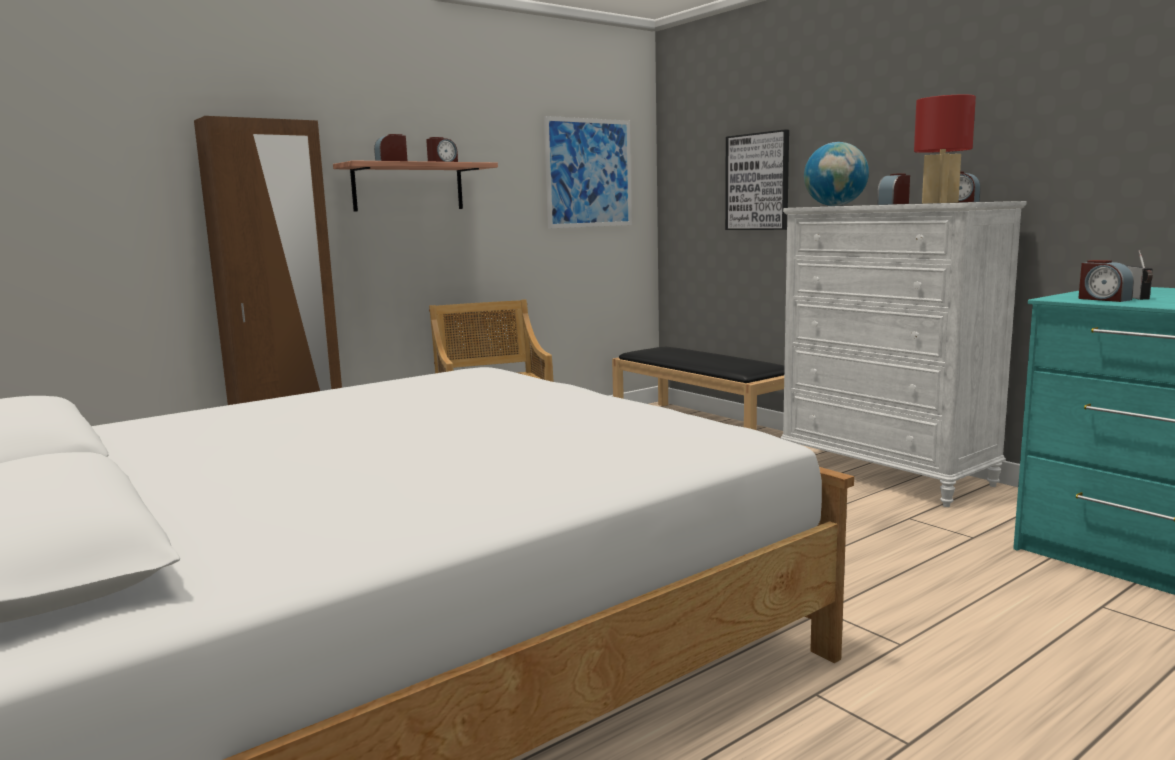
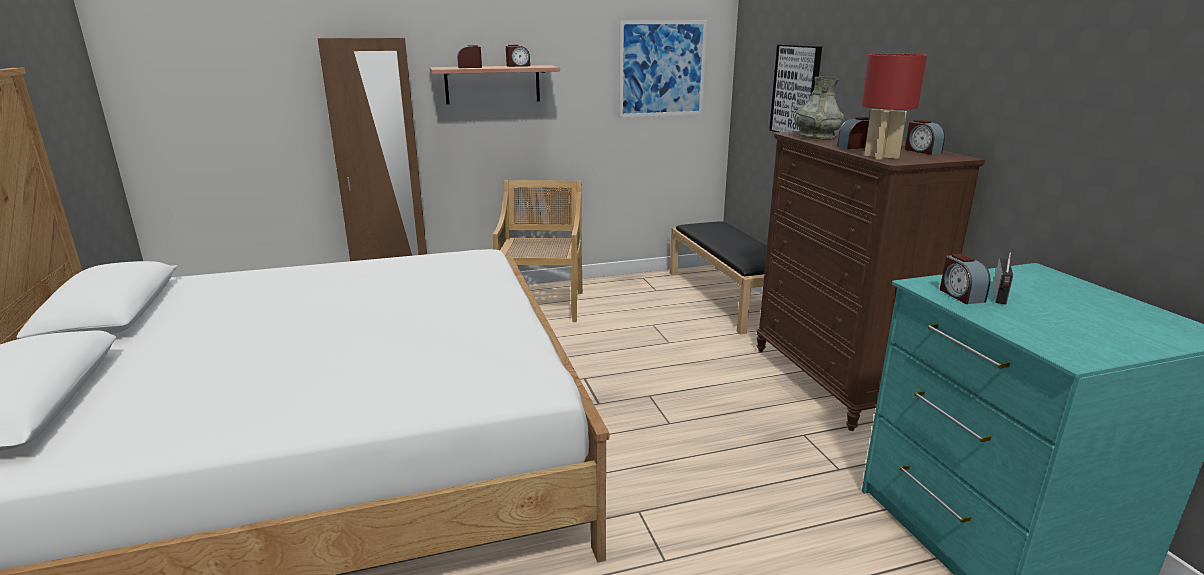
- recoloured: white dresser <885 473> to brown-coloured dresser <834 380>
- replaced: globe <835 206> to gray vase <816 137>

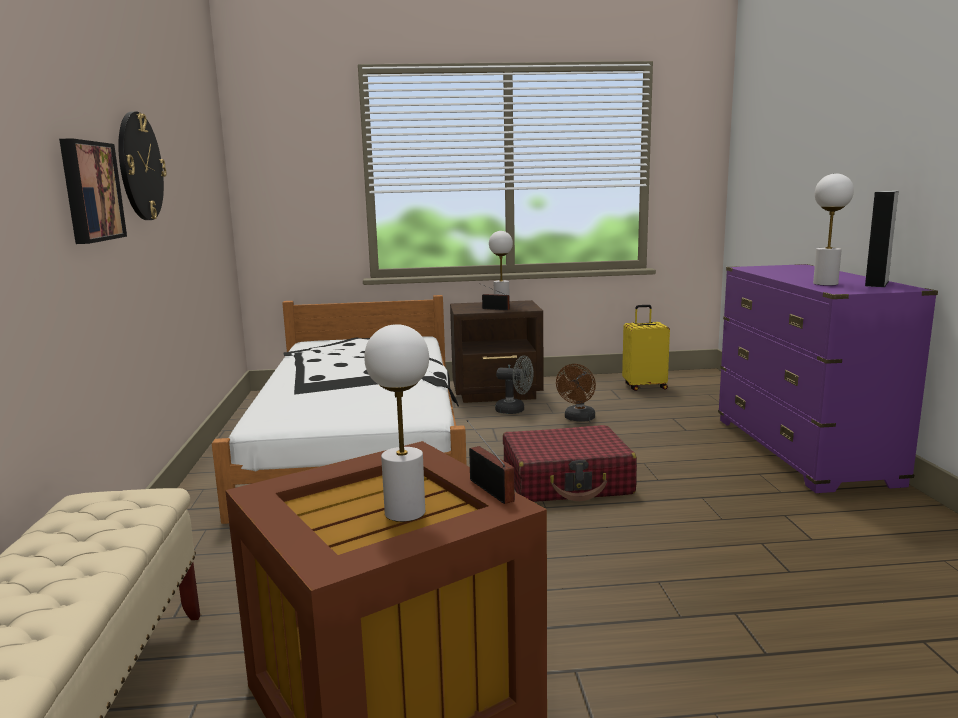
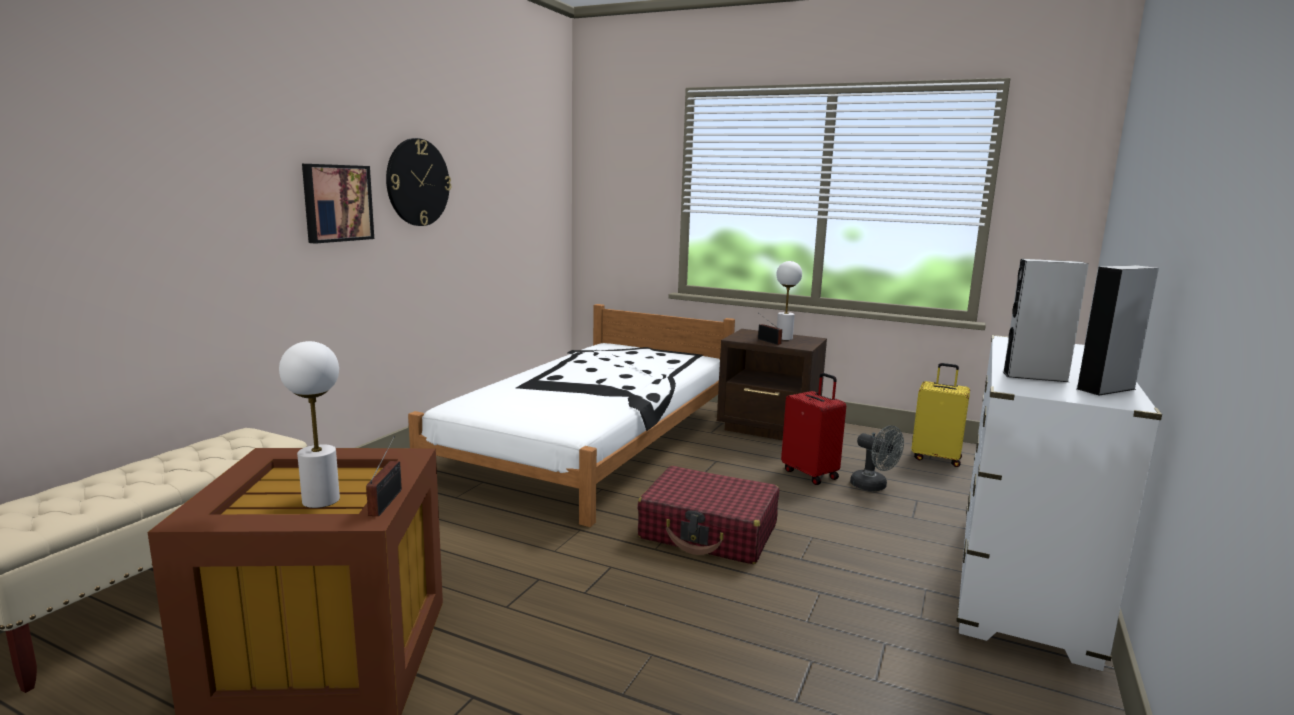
- replaced: brown-coloured fan <578 419> to reddish suitcase <811 474>
- moved: gray fan <515 410> to <873 487>
- recoloured: purple-coloured dresser <802 451> to white dresser <1022 582>
- replaced: white lamp for a table <826 283> to gray loudspeaker <1035 376>

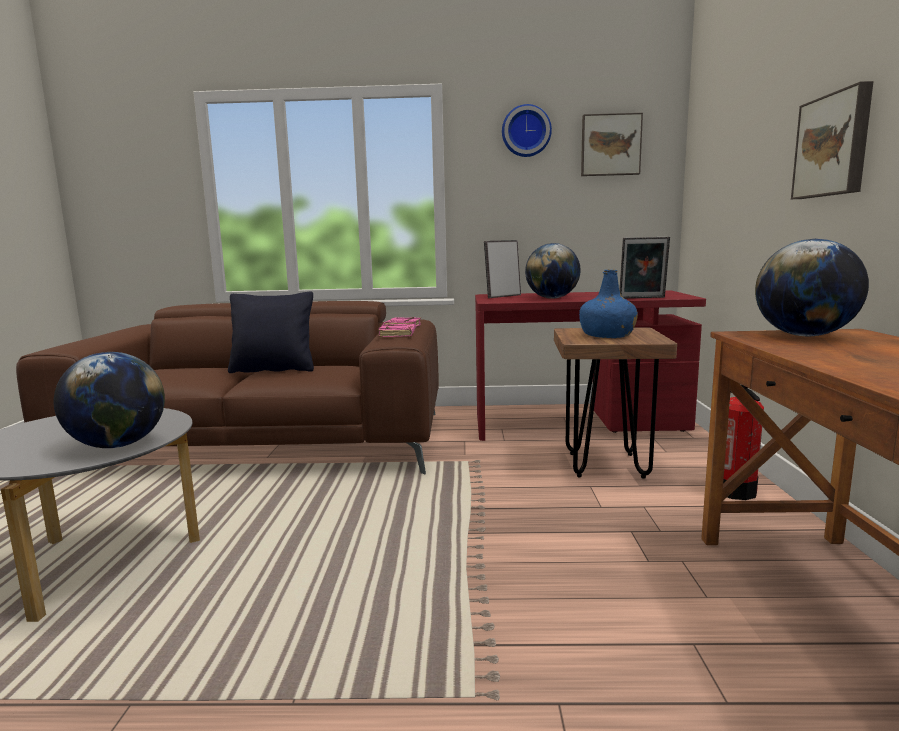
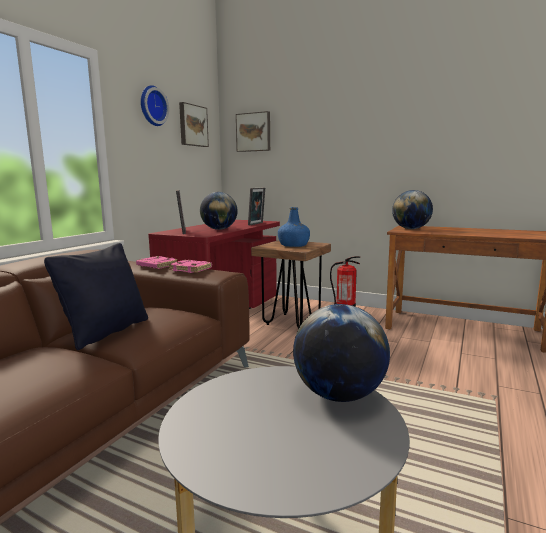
- moved: wall art <834 145> to <254 132>

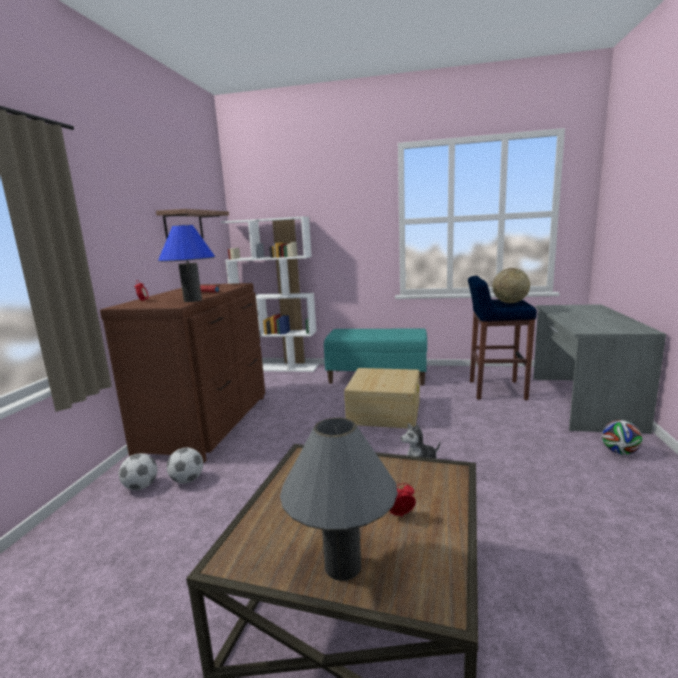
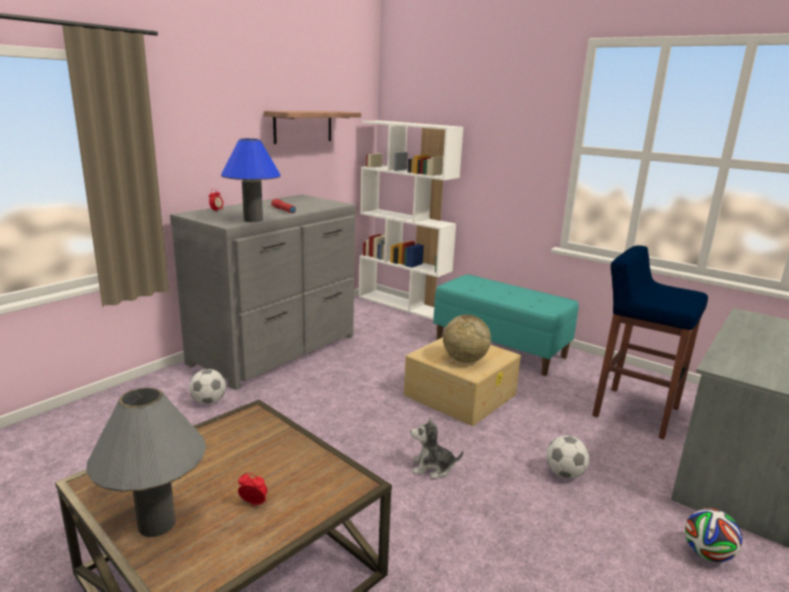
- recoloured: brown-coloured dresser <209 423> to gray dresser <277 350>
- moved: globe <510 302> to <464 360>
- moved: ball for football <141 487> to <564 474>

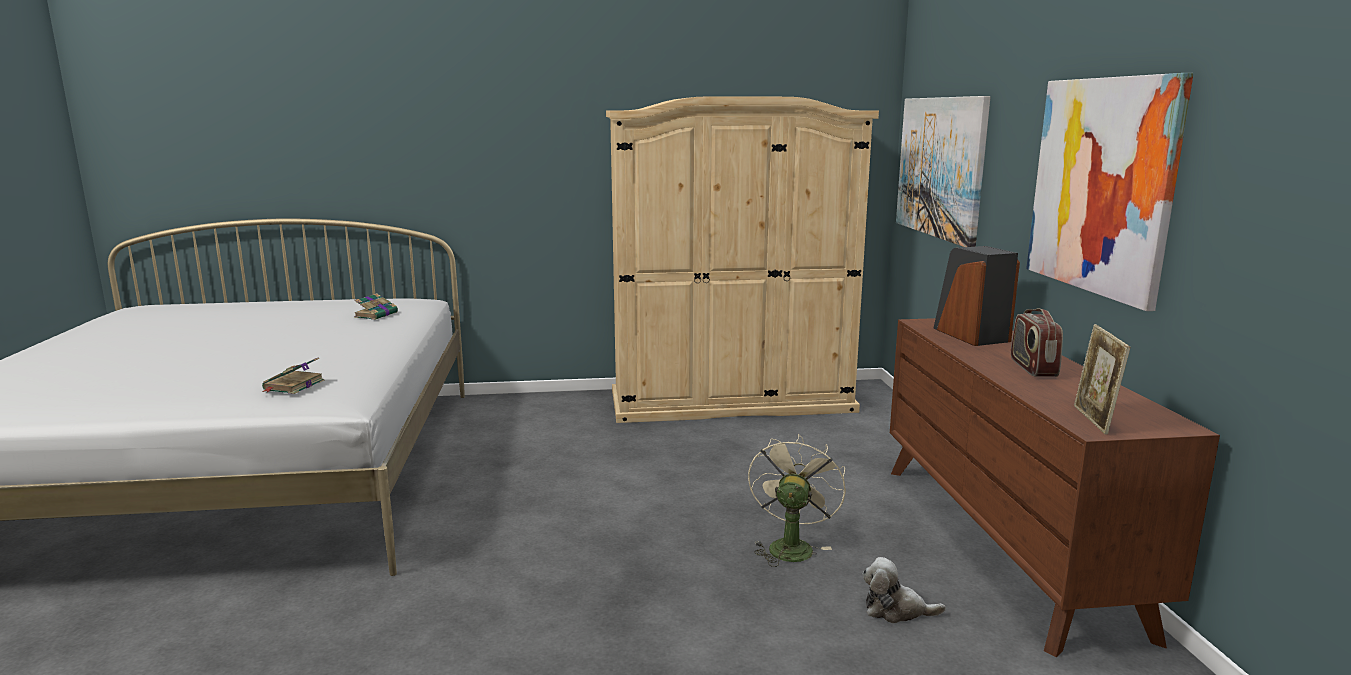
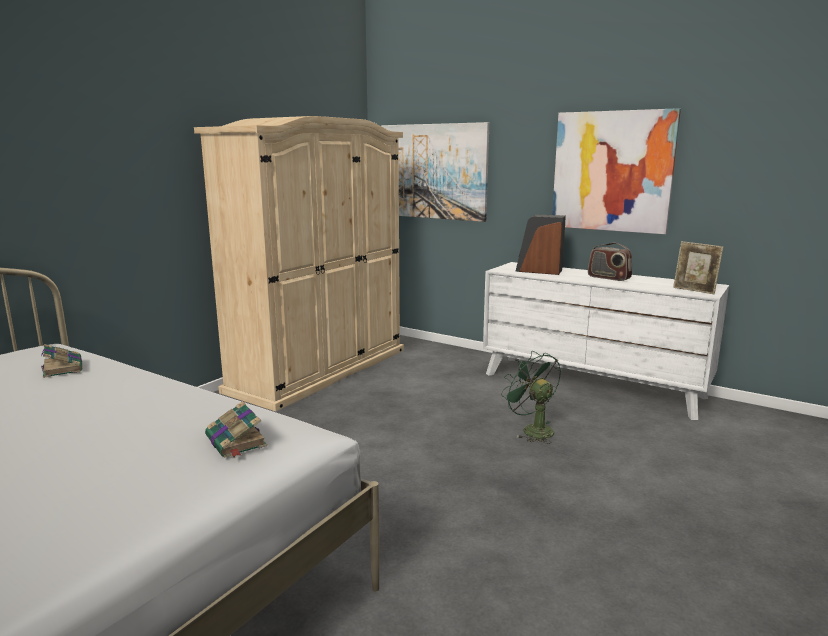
- recoloured: brown-coloured dresser <1003 543> to white dresser <592 385>
- recoloured: beige-coloured fan <790 546> to greenish fan <532 430>
- removed: cuddly toy <896 610>

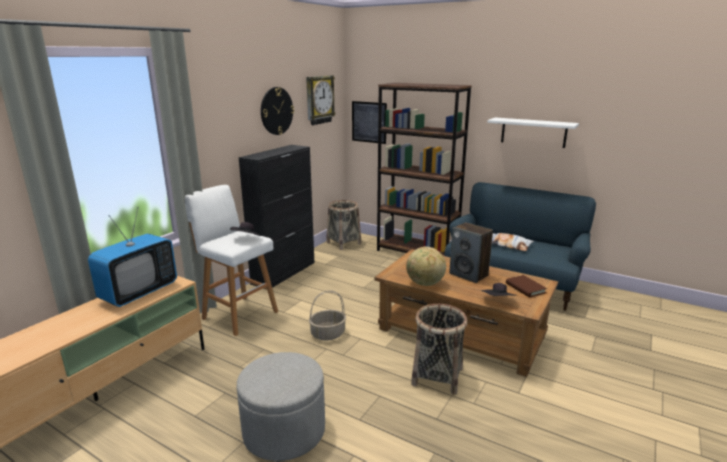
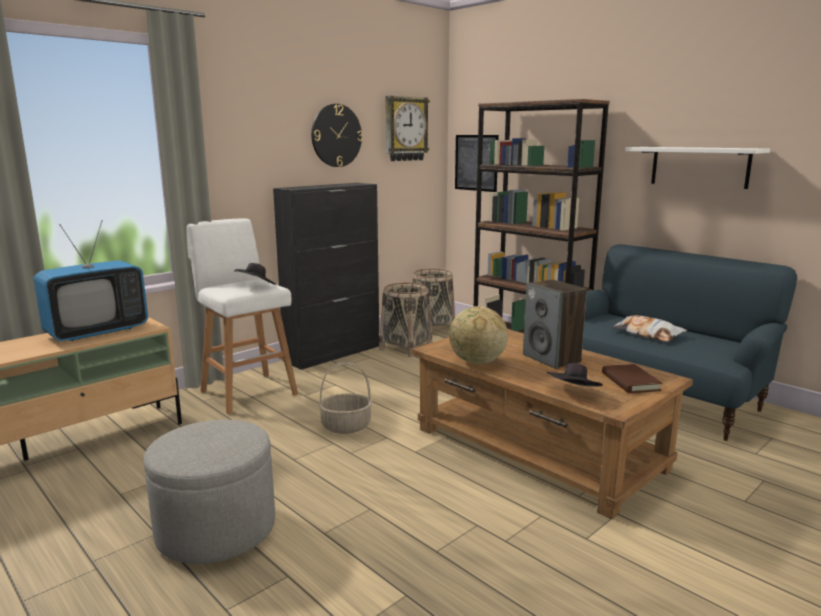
- moved: basket <437 376> to <406 348>

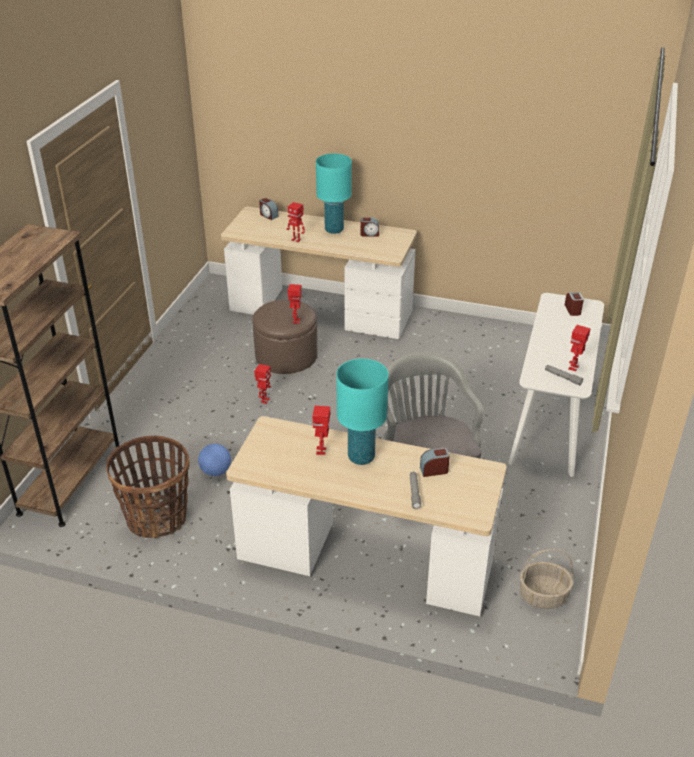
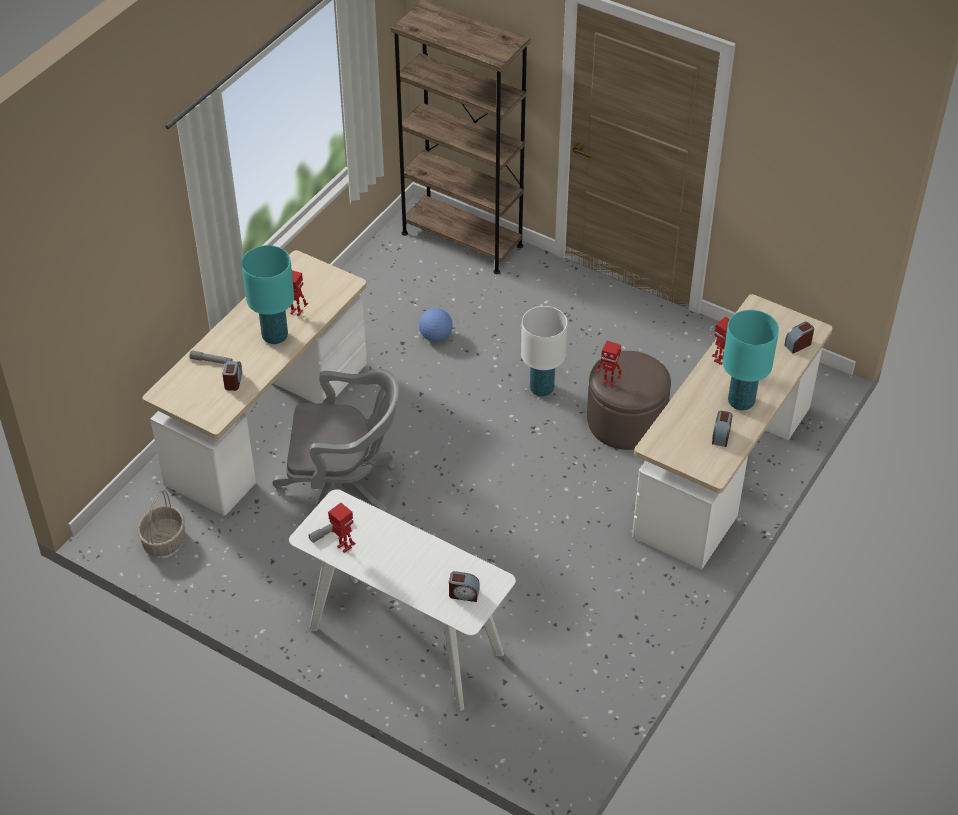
- replaced: robot figure <264 400> to white lamp for a table <542 389>
- removed: basket <157 518>

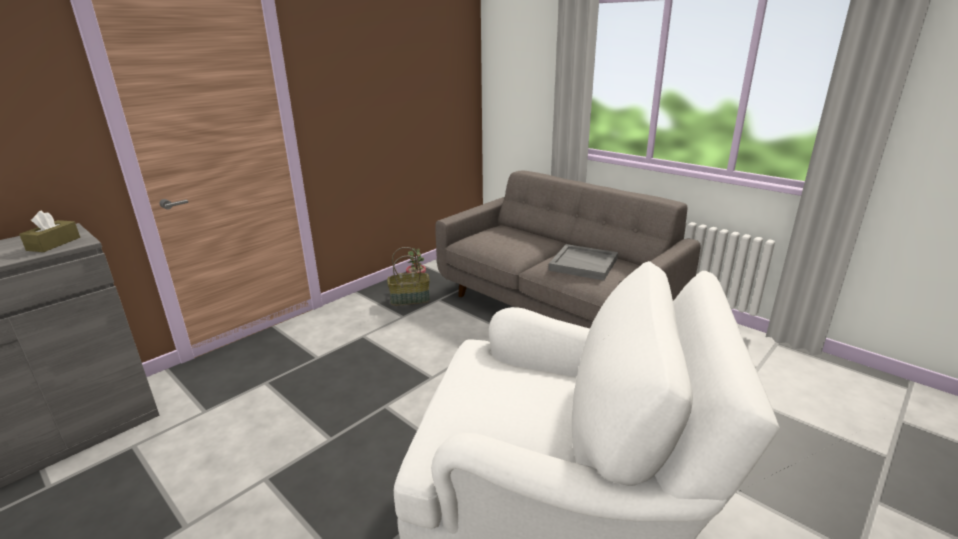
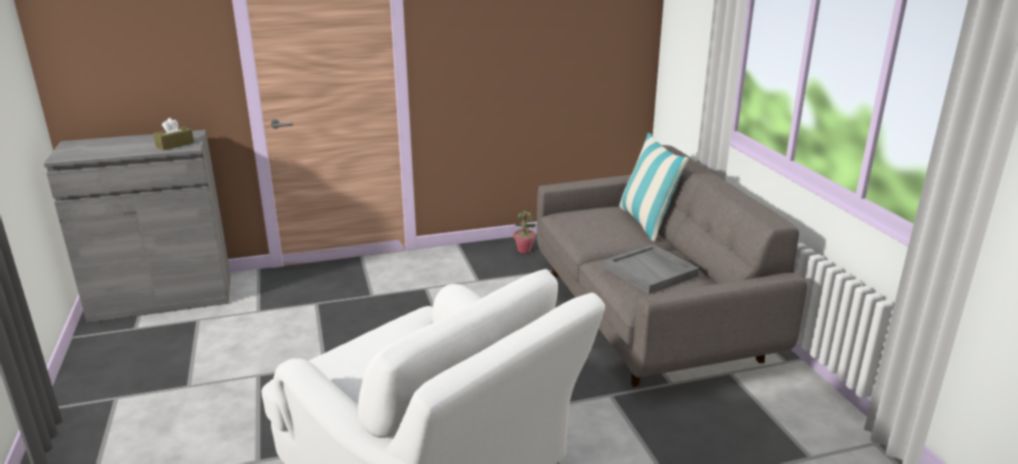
- added: pillow <646 222>
- removed: basket <410 299>

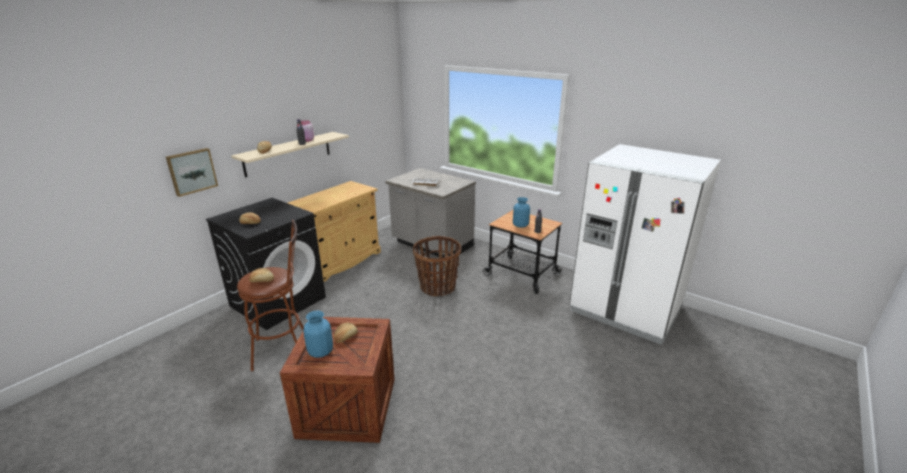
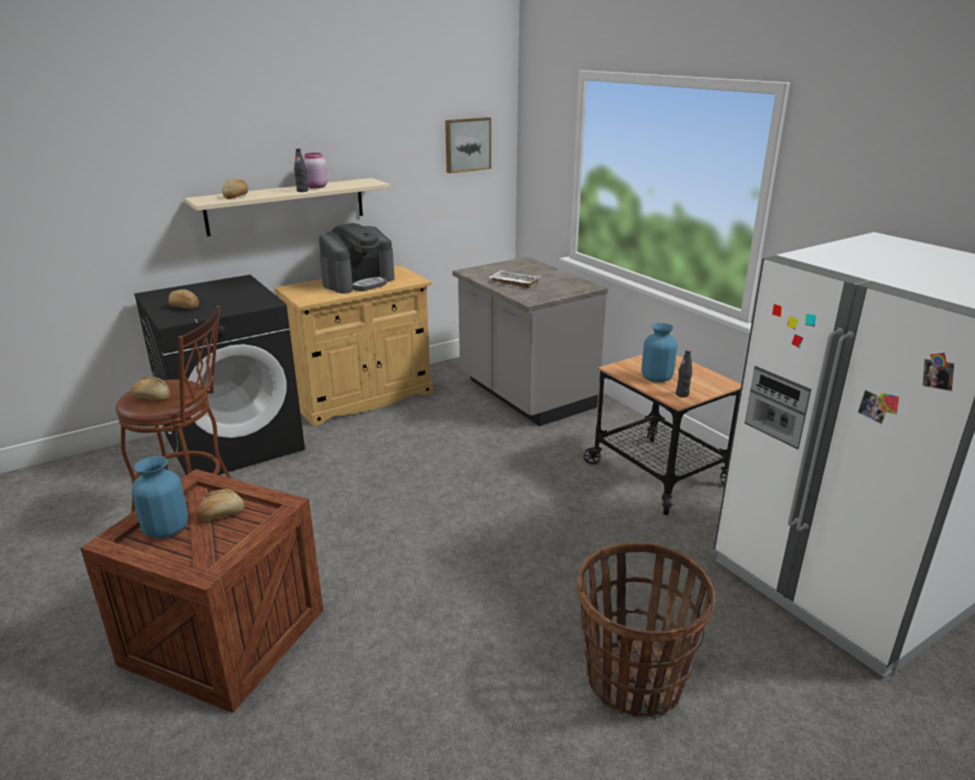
- added: coffee machine <358 282>
- moved: wall art <191 171> to <467 144>
- moved: basket <437 287> to <633 681>

